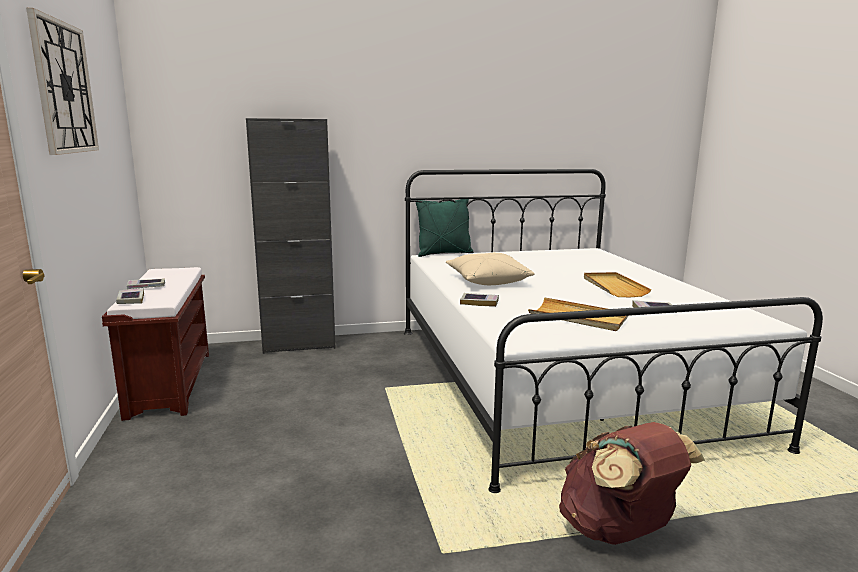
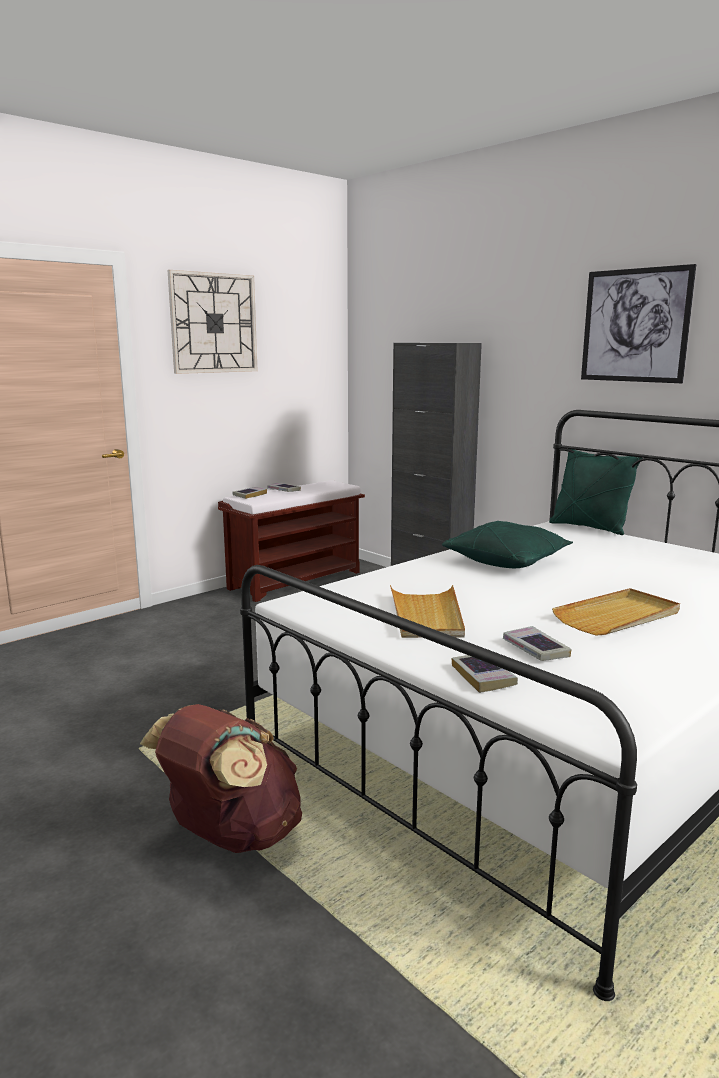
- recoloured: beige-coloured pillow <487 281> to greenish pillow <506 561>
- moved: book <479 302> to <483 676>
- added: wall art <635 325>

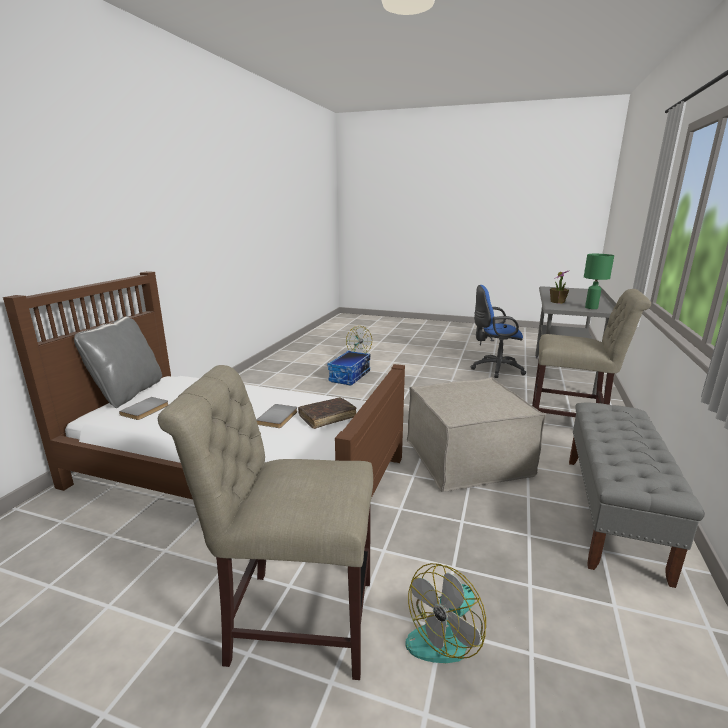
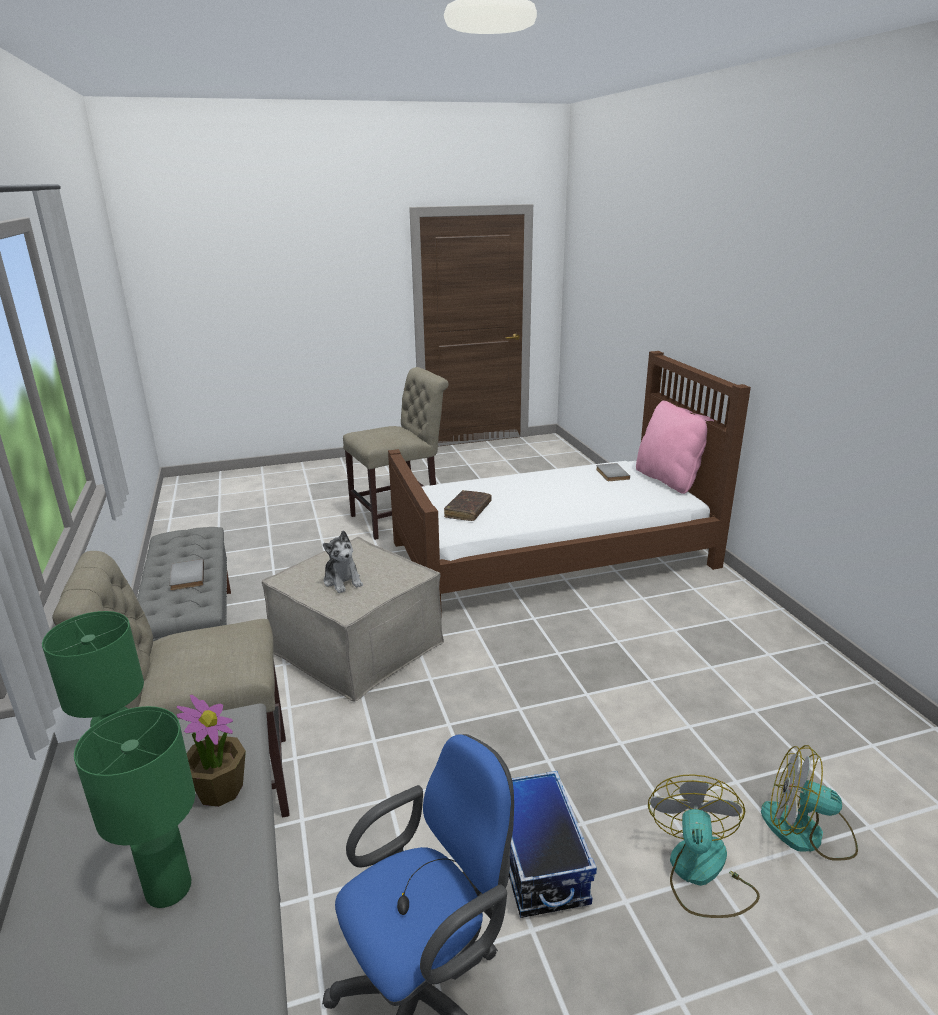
- added: greenish lamp for a table <168 889>
- moved: gray book <279 418> to <185 577>
- added: cuddly toy <343 581>
- moved: storage bin <350 376> to <537 859>
- recoloured: gray pillow <128 393> to pinkish pillow <669 480>
- moved: fan <446 635> to <700 873>

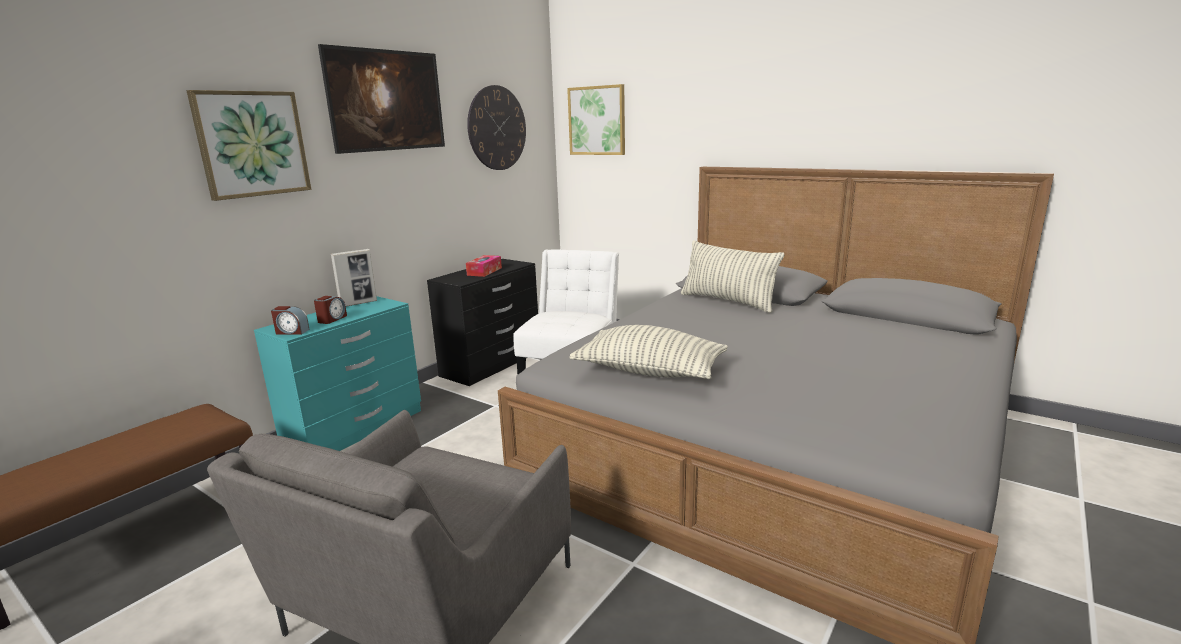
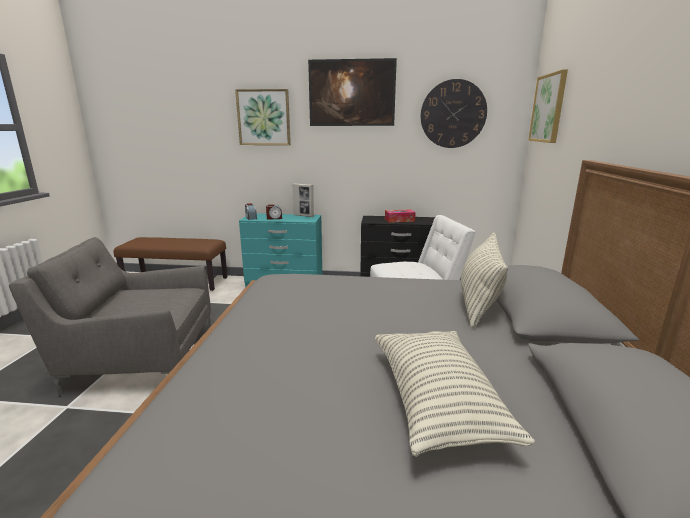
- moved: pillow <649 371> to <436 402>

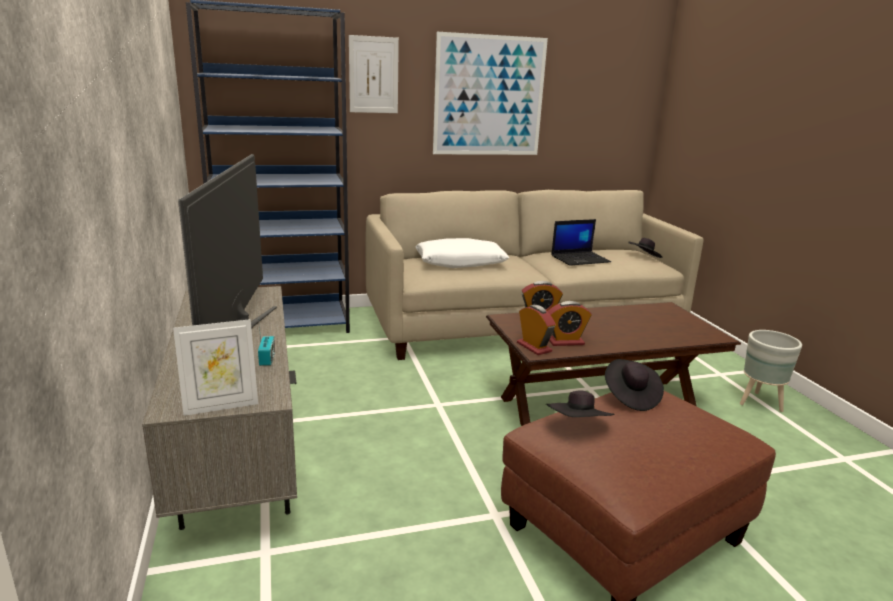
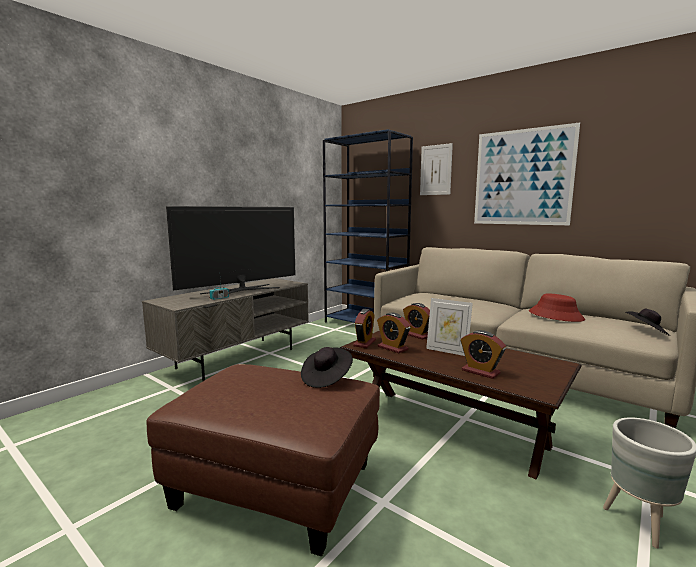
- moved: photo frame <221 406> to <447 351>
- added: table clock <480 372>
- replaced: laptop <580 259> to reddish hat <555 316>
- removed: white pillow <460 263>
- removed: black-coloured hat <578 426>

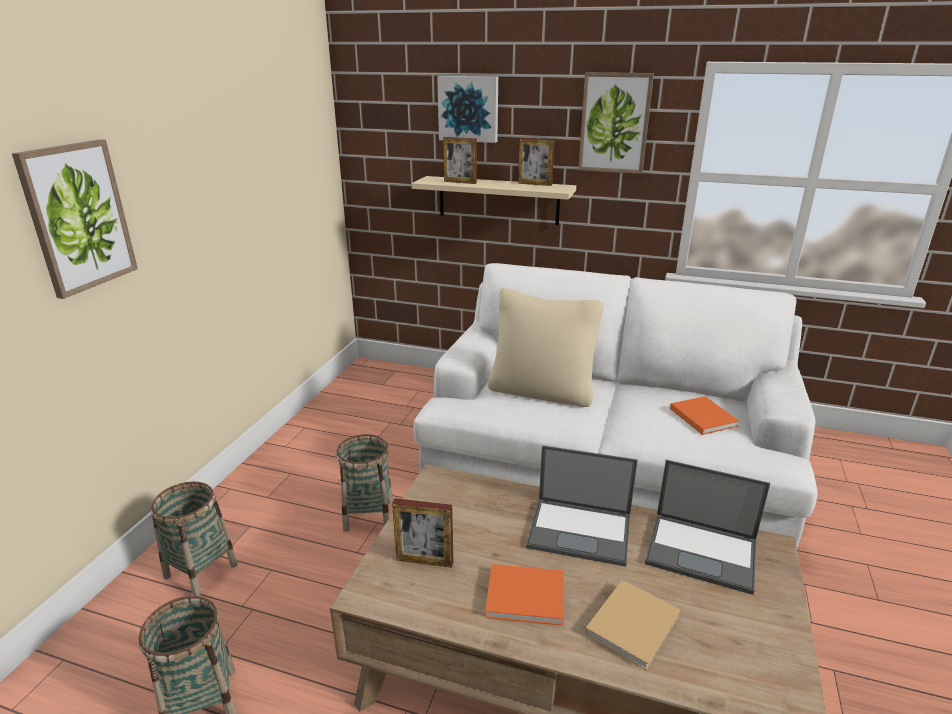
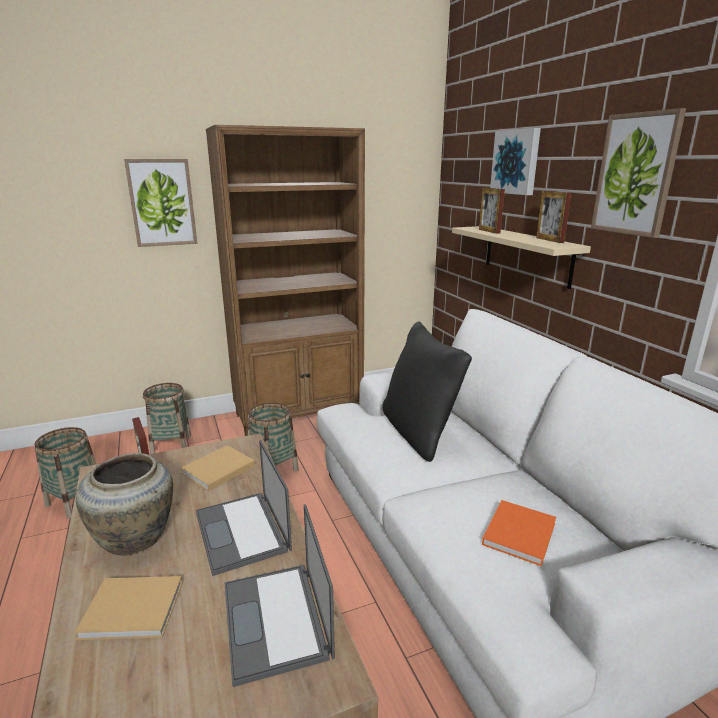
- replaced: orangey book <528 597> to beige-coloured vase <136 538>
- added: beige-coloured book <217 470>
- added: brown-coloured bookcase <299 416>
- recoloured: beige-coloured pillow <542 391> to black-coloured pillow <419 433>

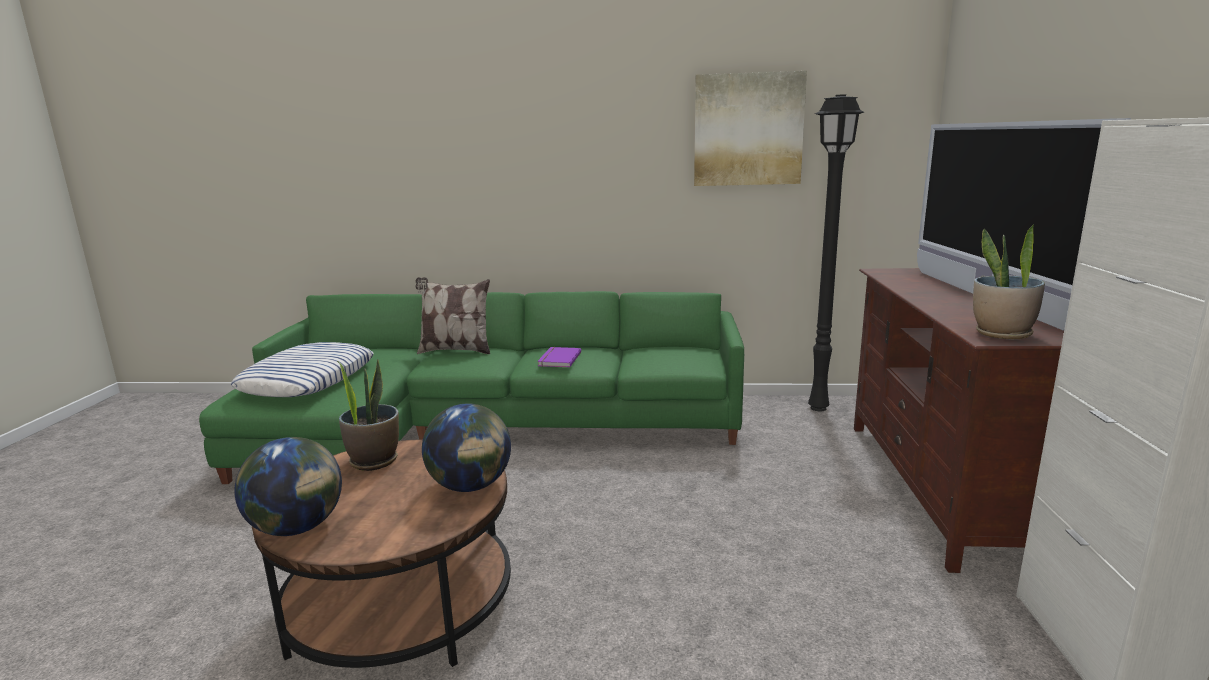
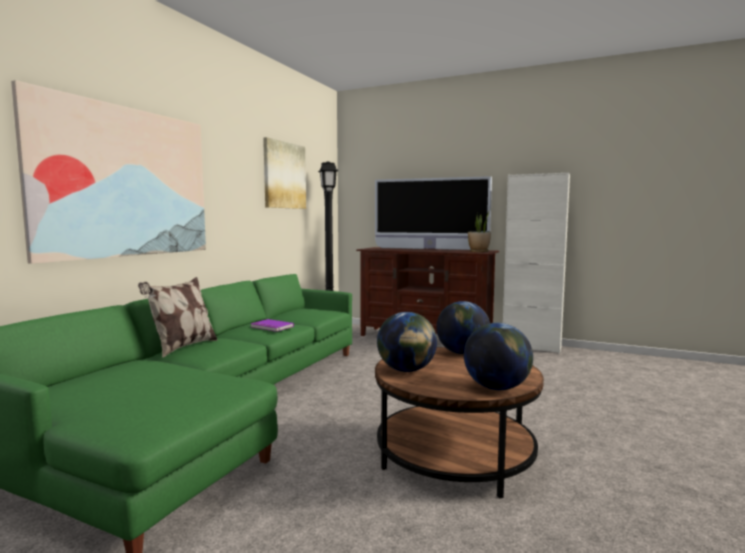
- added: wall art <125 182>
- replaced: potted plant <374 461> to globe <407 370>
- removed: pillow <308 379>

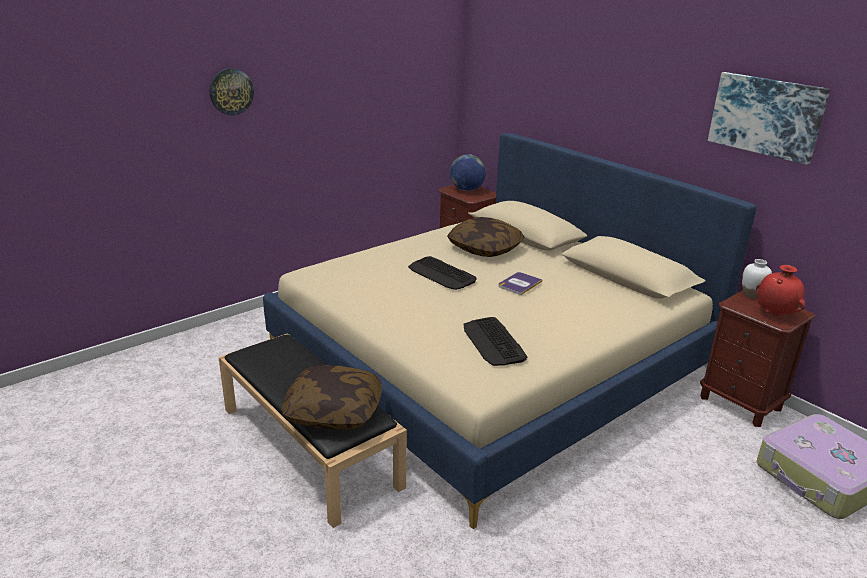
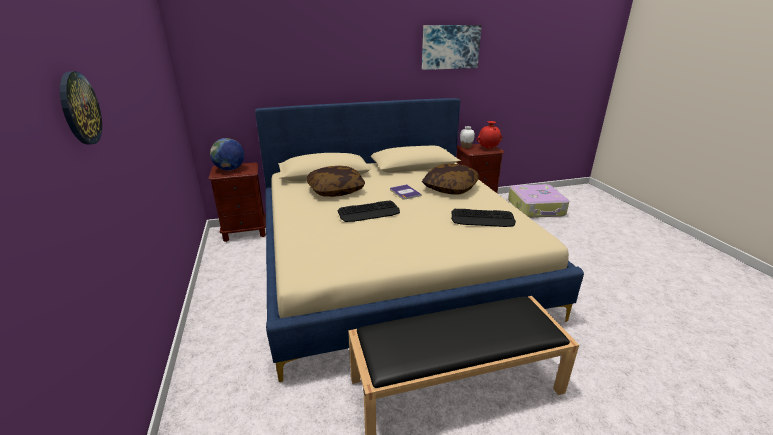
- moved: pillow <334 411> to <450 188>

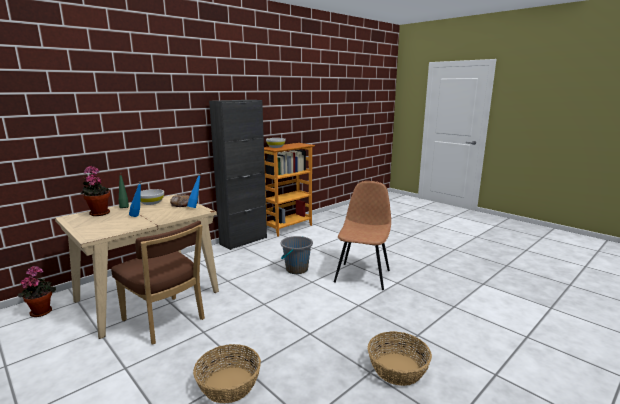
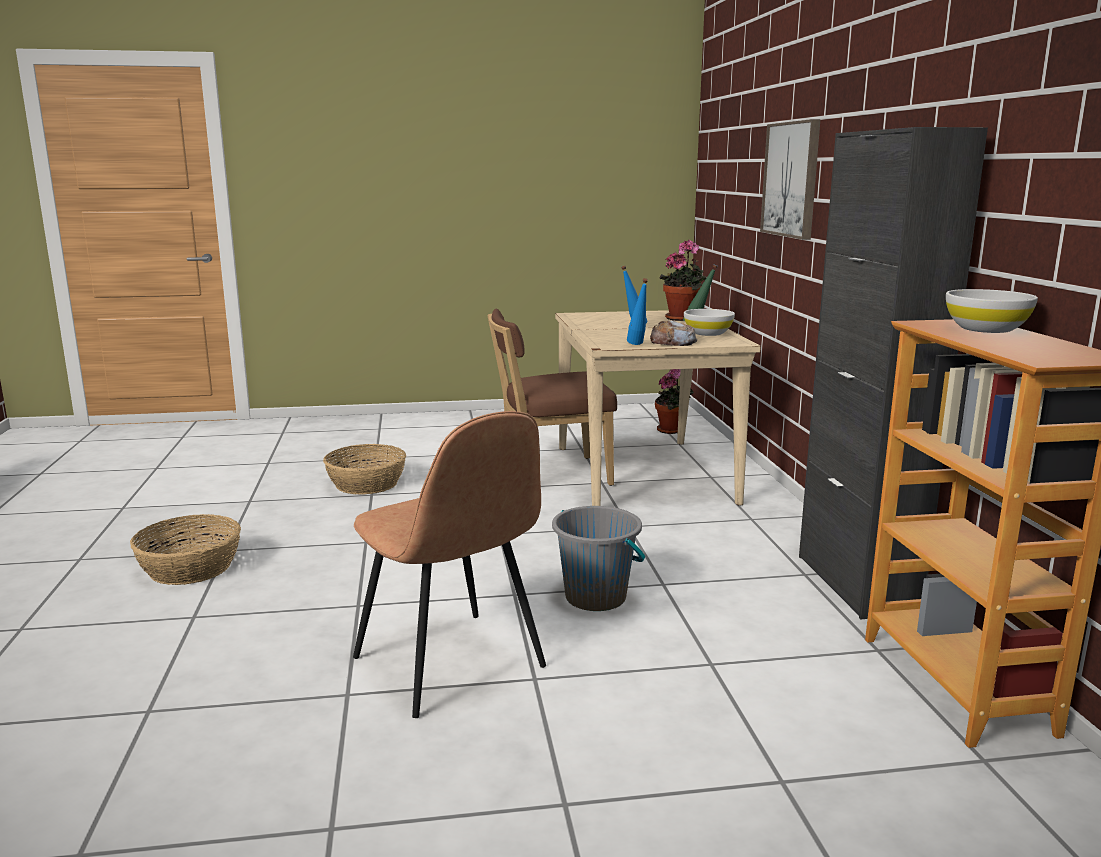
- added: wall art <791 179>

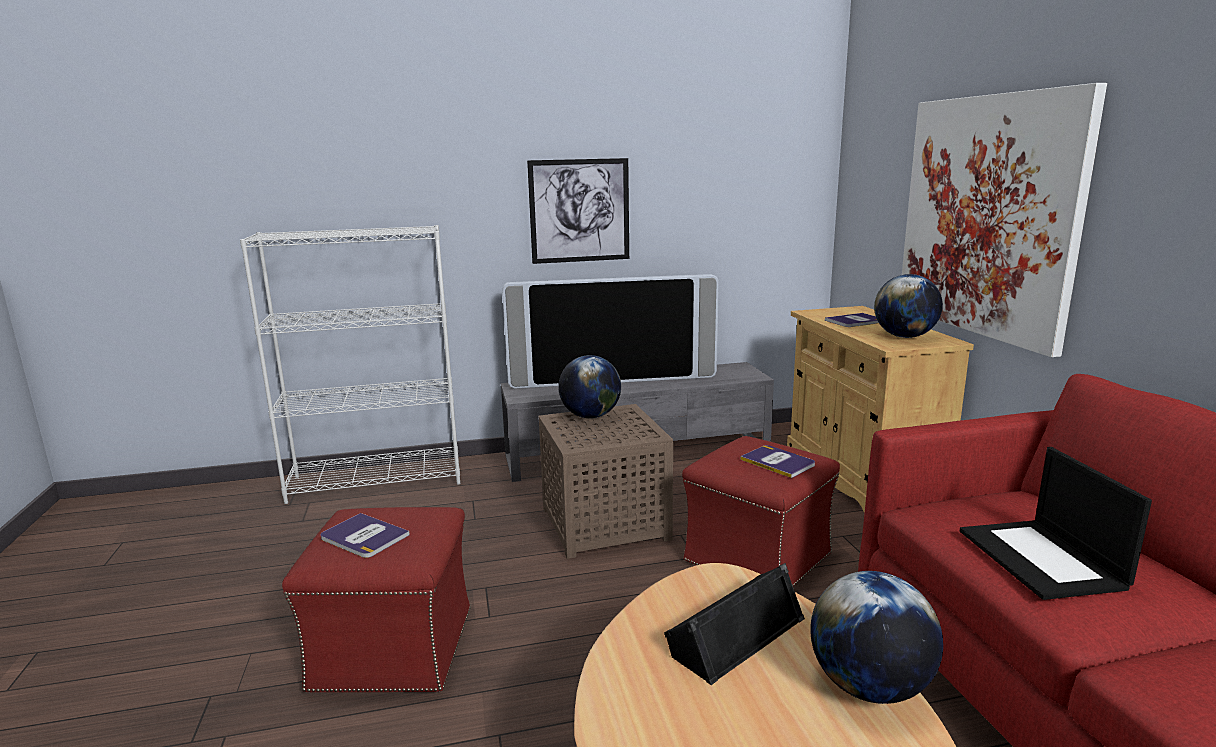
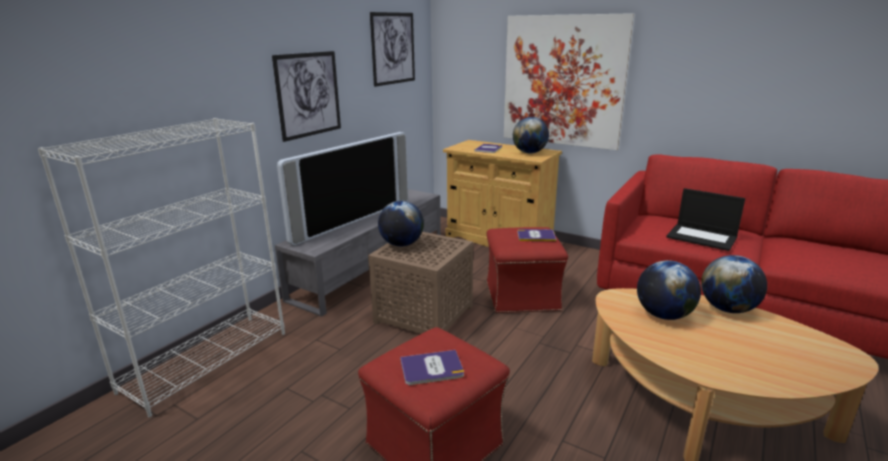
- added: wall art <393 48>
- replaced: black-coloured loudspeaker <734 634> to globe <663 315>

